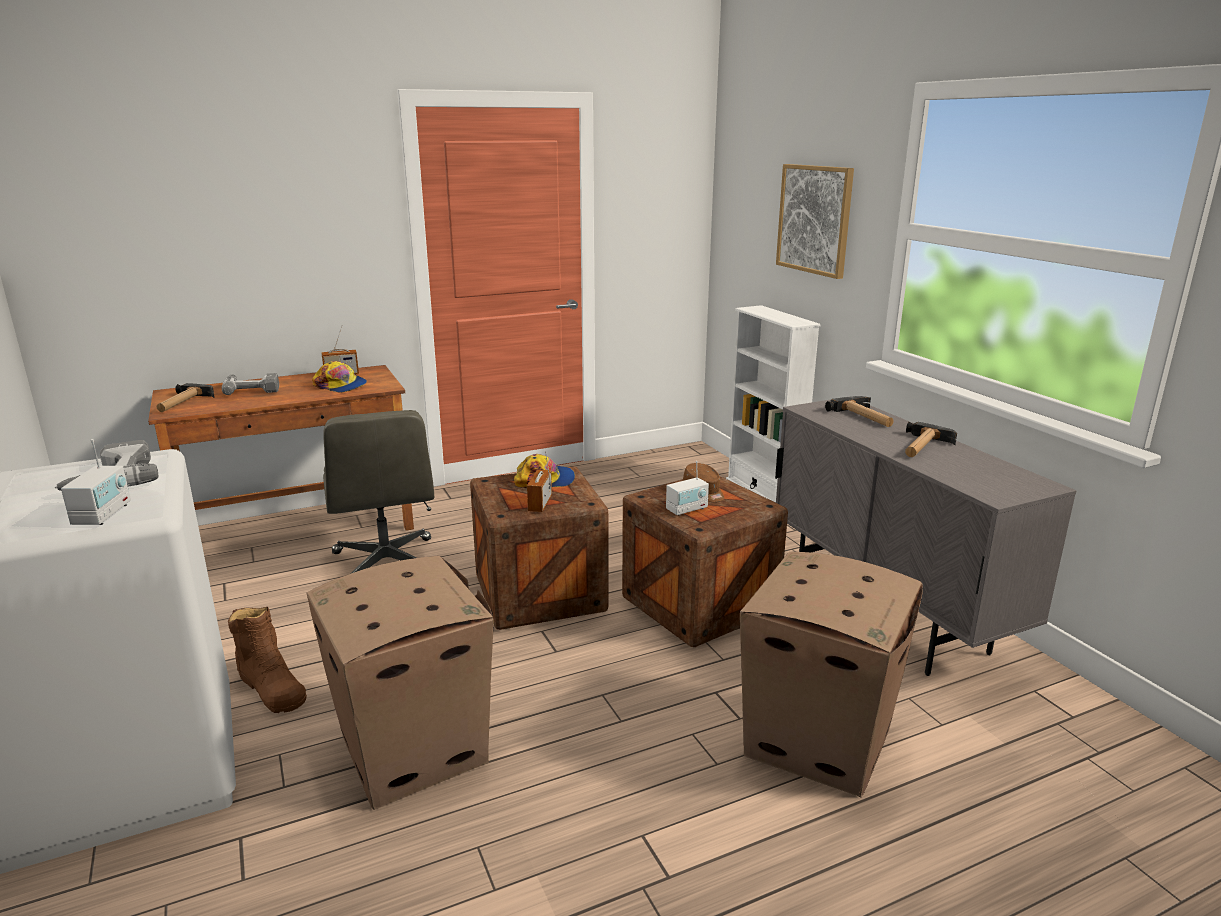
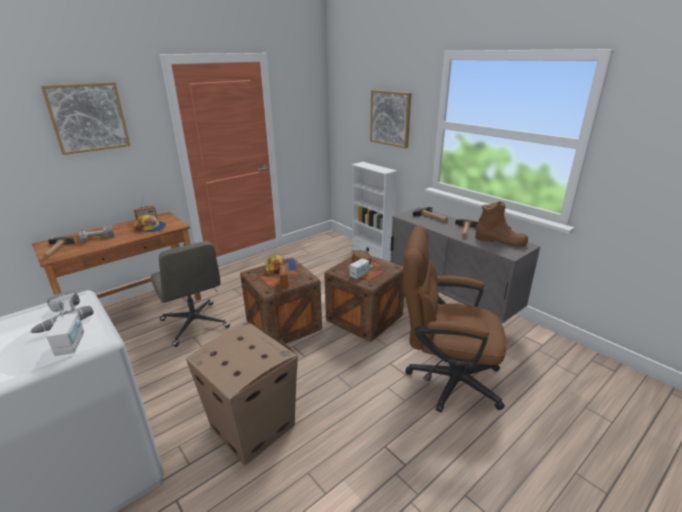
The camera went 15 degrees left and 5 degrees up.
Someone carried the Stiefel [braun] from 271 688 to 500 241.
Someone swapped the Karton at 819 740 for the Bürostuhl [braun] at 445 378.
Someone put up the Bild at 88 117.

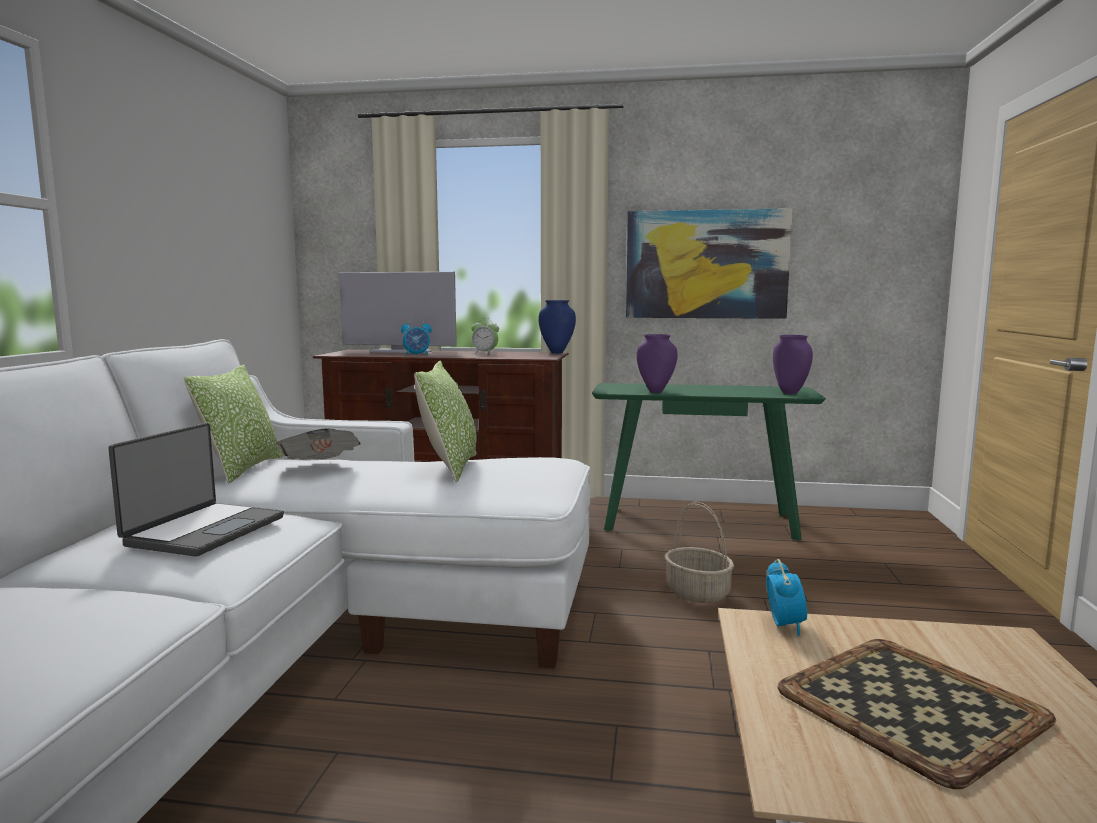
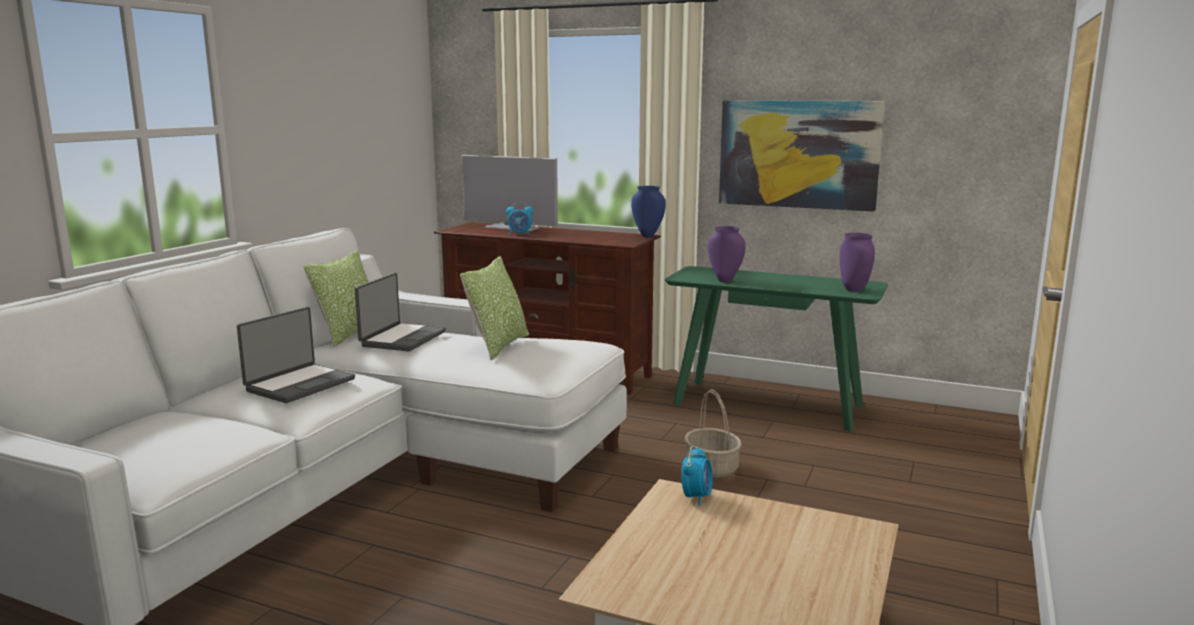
The camera went 15 degrees right and 5 degrees up.
Someone swapped the Zeitung at 320 467 for the Laptop at 402 339.
Someone took away the Wecker at 485 353.
Someone took away the Tablett at 907 705.

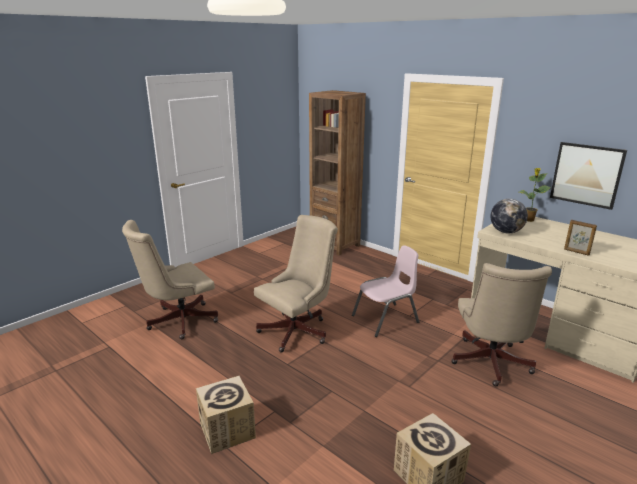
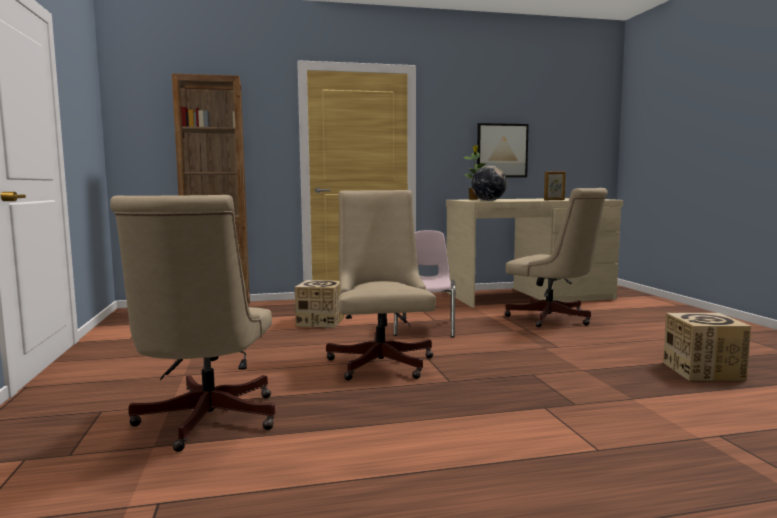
The camera went 55 degrees left and 15 degrees down.
Someone carried the Karton from 227 430 to 320 322.

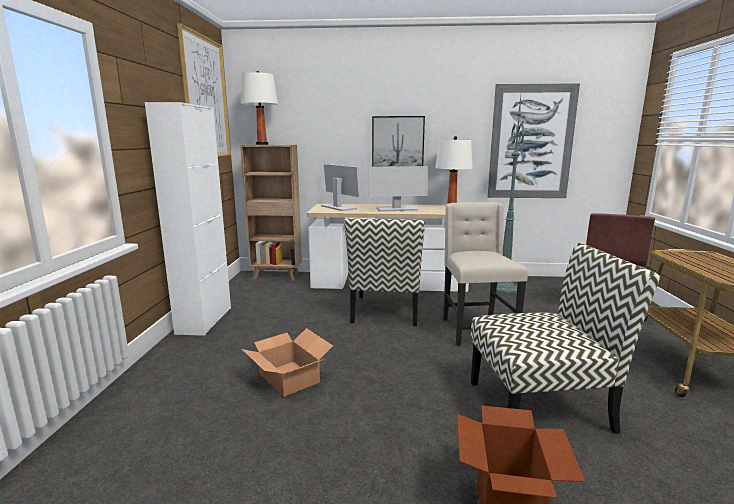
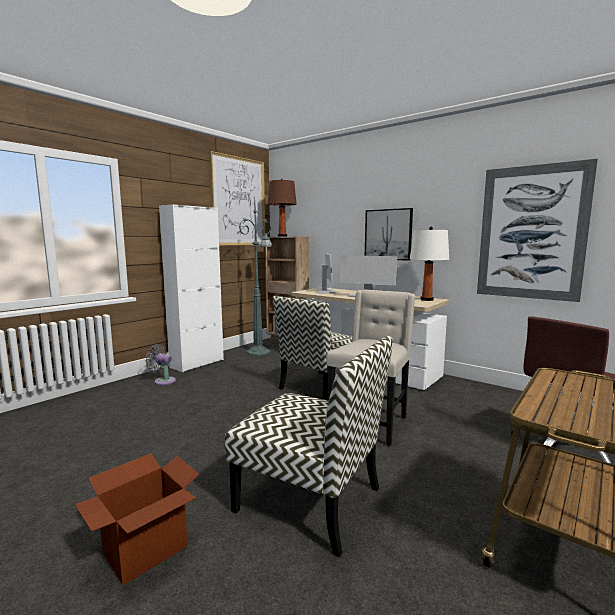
The camera went 35 degrees right and 5 degrees down.
Someone repainted the Tischlampe [weiß] at 262 144, which became the Tischlampe [braun] at 282 236.
Someone took away the Karton at 289 377.
Someone carried the Stehlampe [grün] from 503 287 to 259 352.
Someone put down the Ventilator [grau] at 163 381.

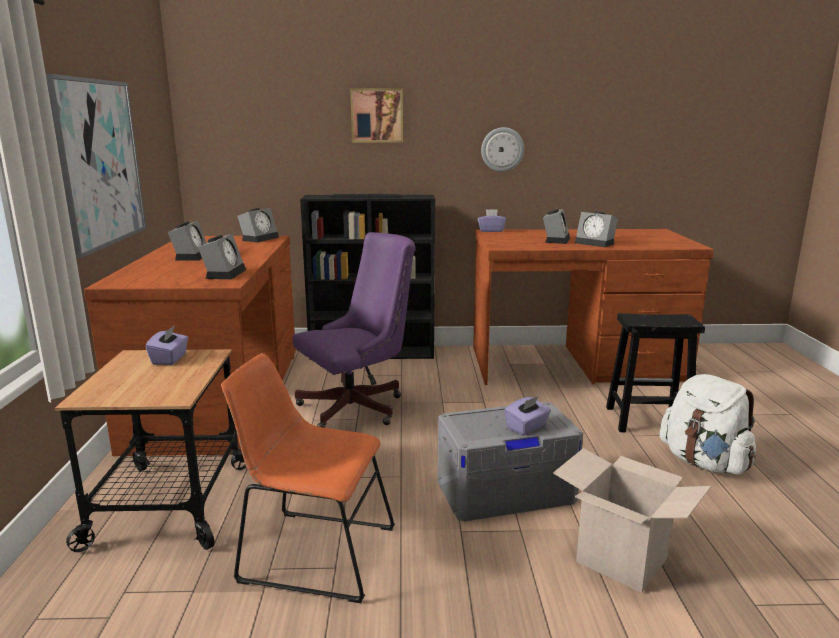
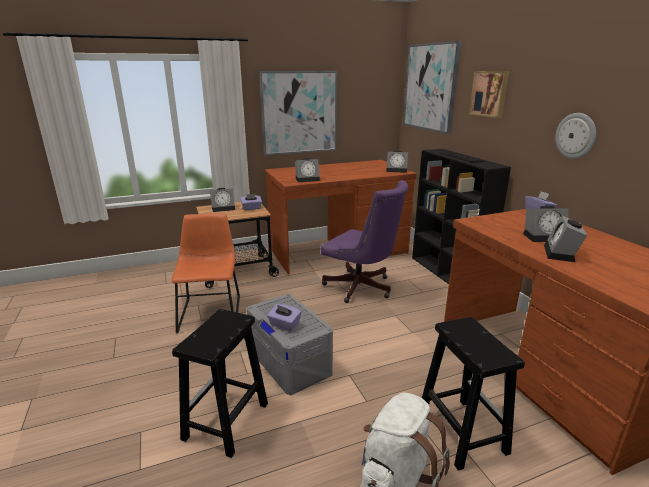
The camera went 70 degrees right and 5 degrees up.
Someone carried the Wecker from 191 256 to 224 208.
Someone swapped the Karton at 621 560 for the Hocker [schwarz] at 226 422.
Someone put up the Bild at 430 87.

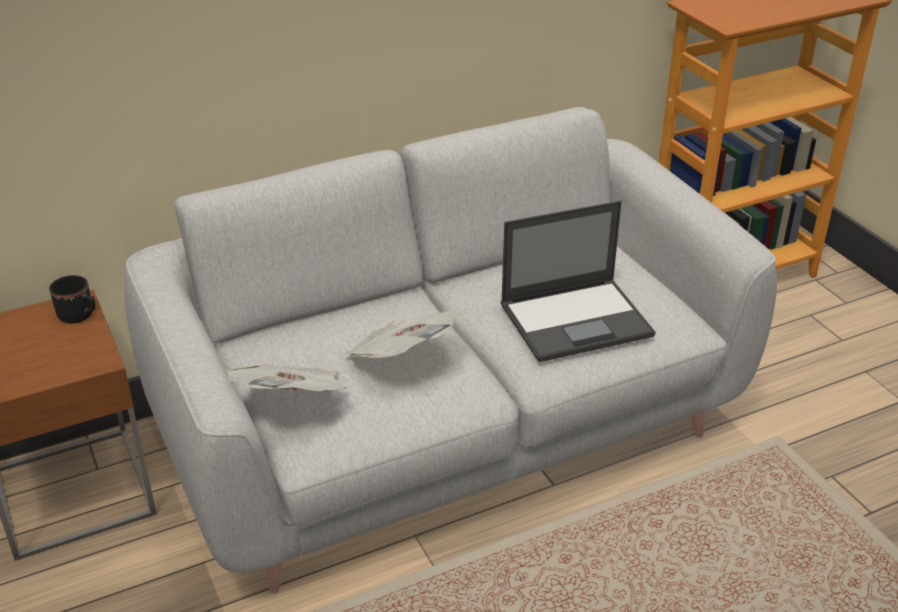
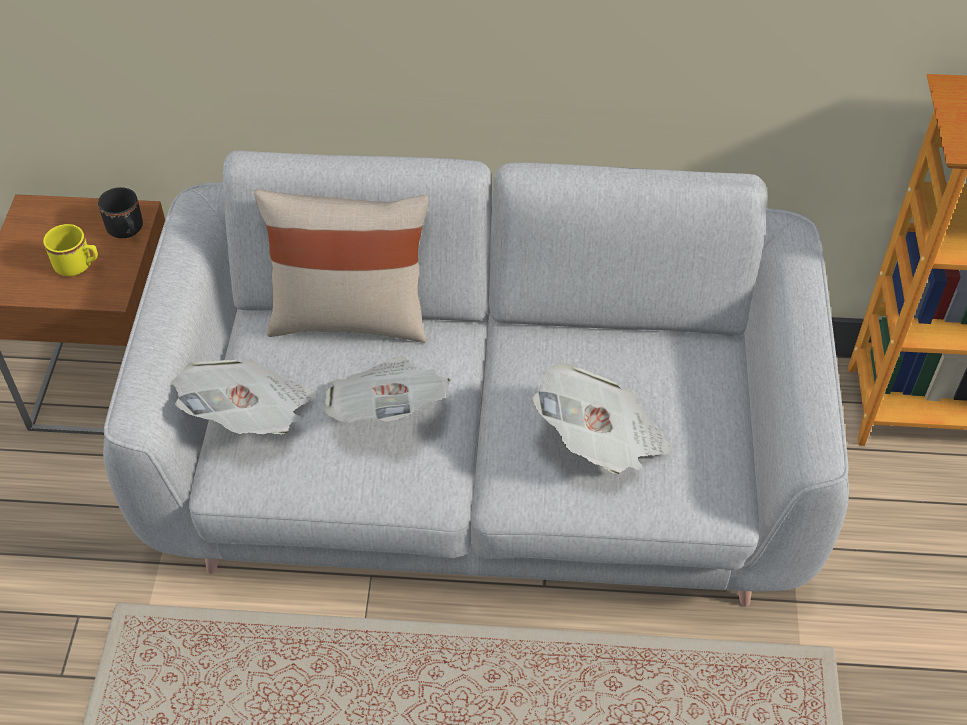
The camera went 30 degrees right and 15 degrees up.
Someone swapped the Laptop at 577 319 for the Zeitung at 600 441.
Someone put down the Henkelbecher [gelb] at 78 266.
Someone put down the Kissen [beige] at 350 317.

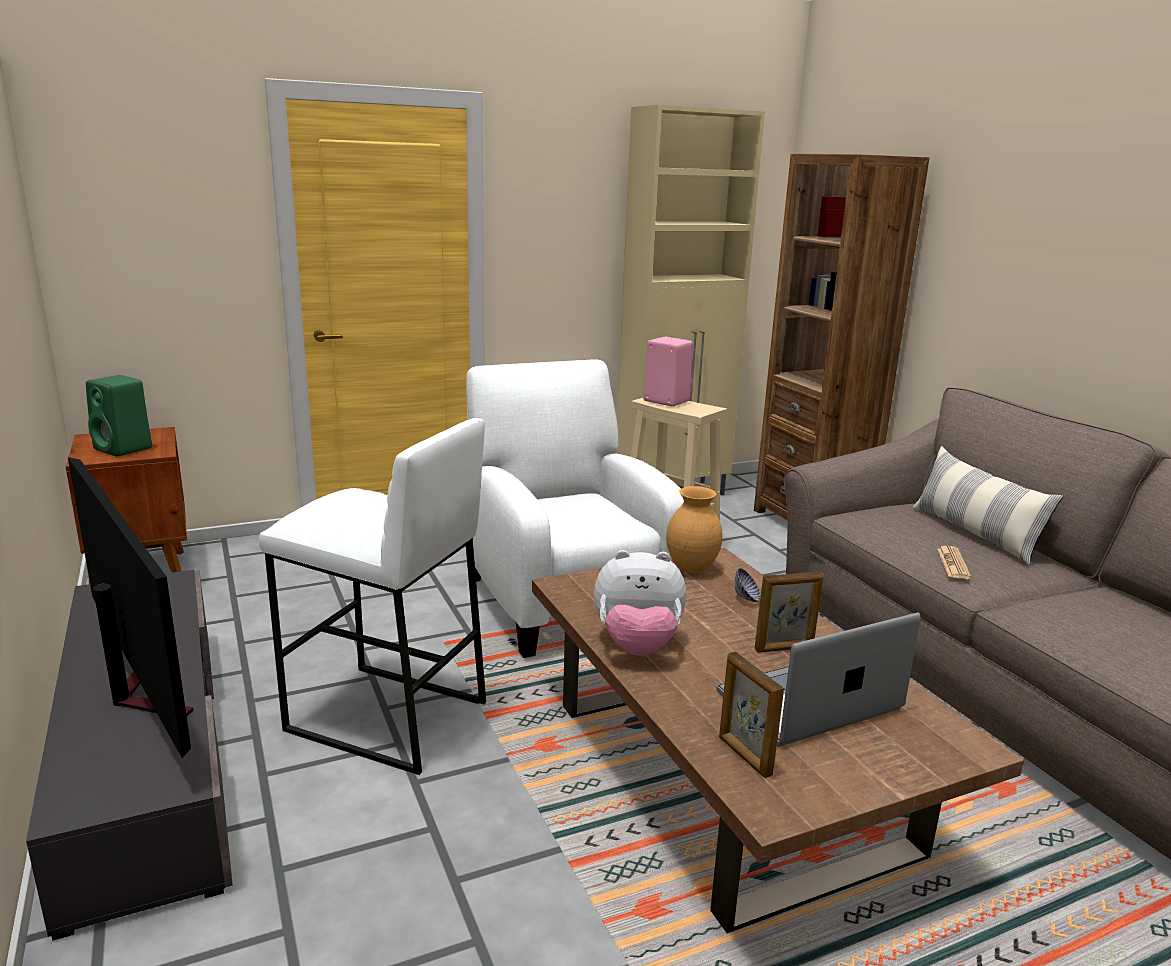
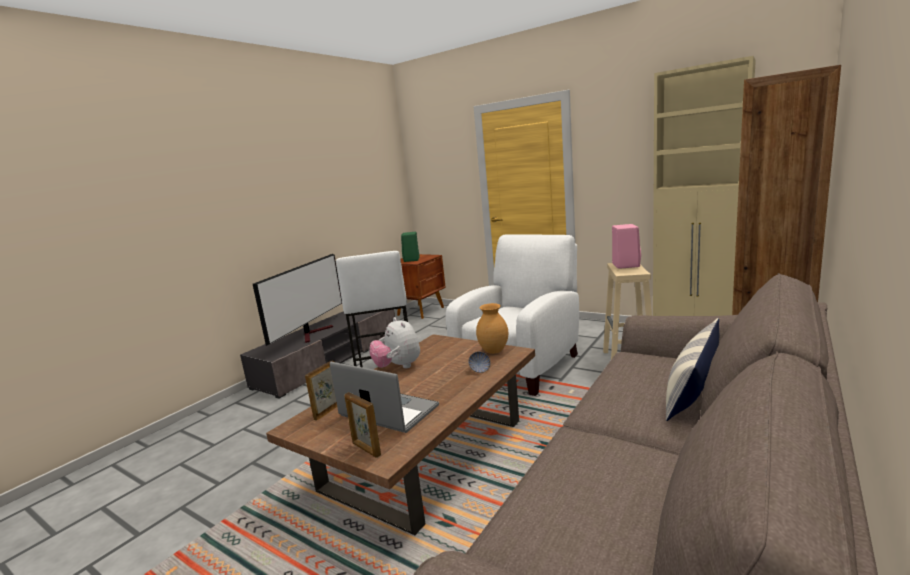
The camera went 60 degrees right and 5 degrees down.
Someone carried the Bilderrahmen from 784 648 to 366 449.
Someone took away the Zeitung at 953 563.

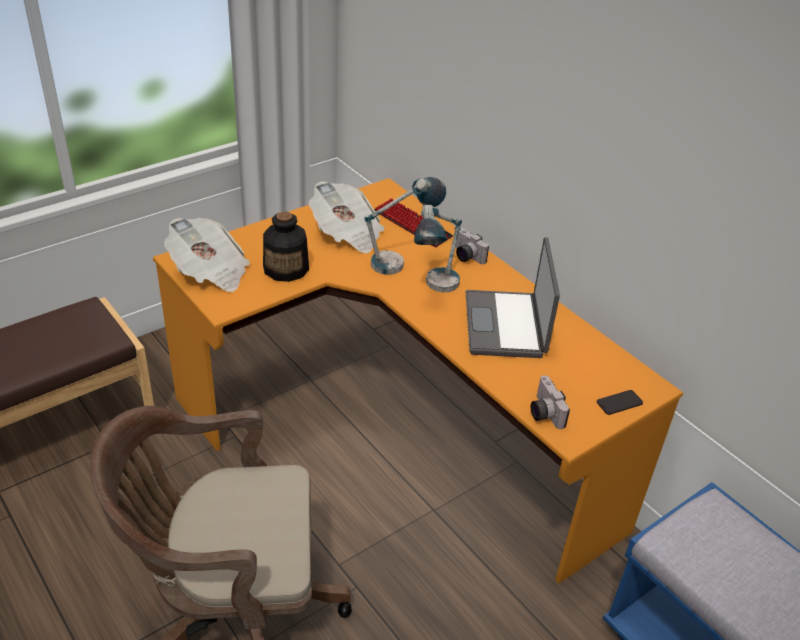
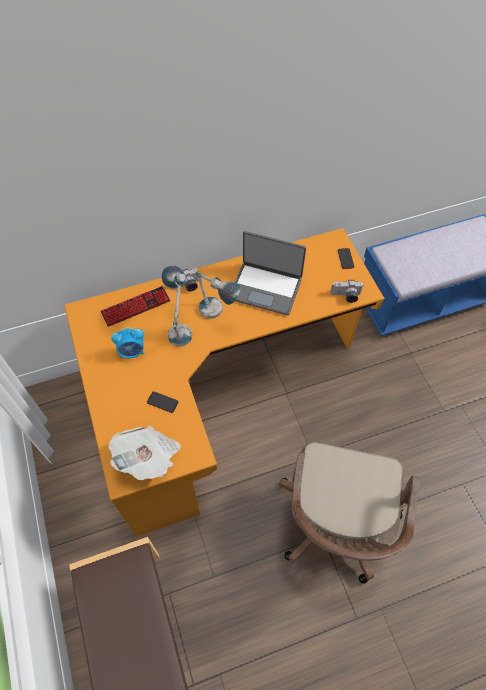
The camera went 70 degrees left and 20 degrees up.
Someone swapped the Flasche at 286 268 for the Handy at 162 402.
Someone swapped the Zeitung at 347 234 for the Wecker at 132 352.

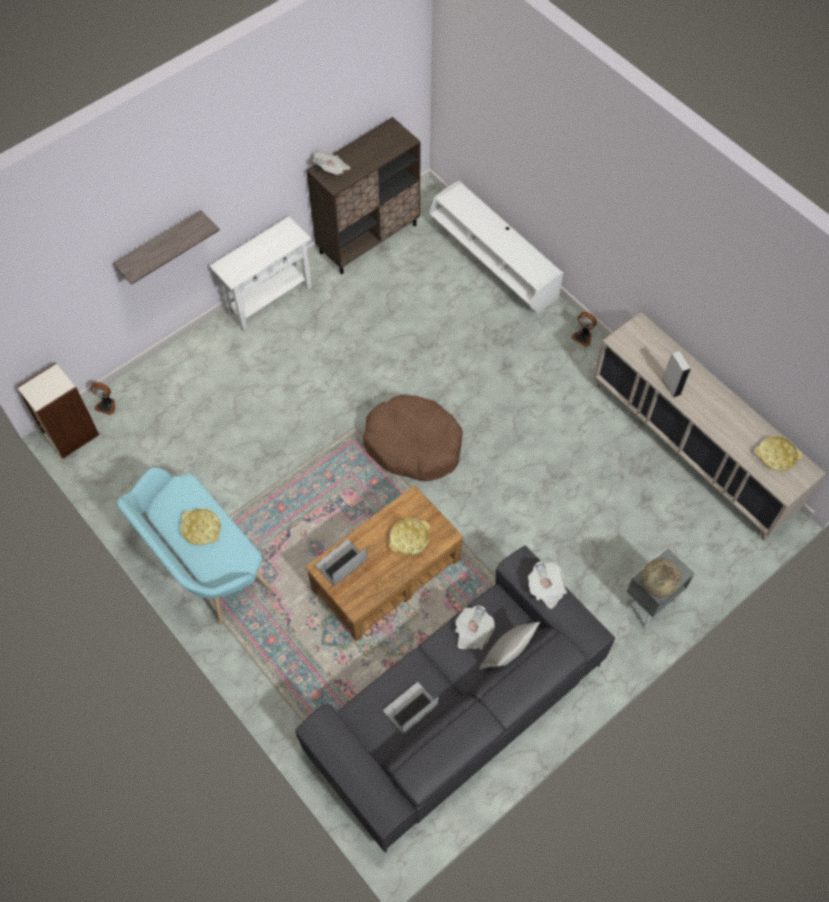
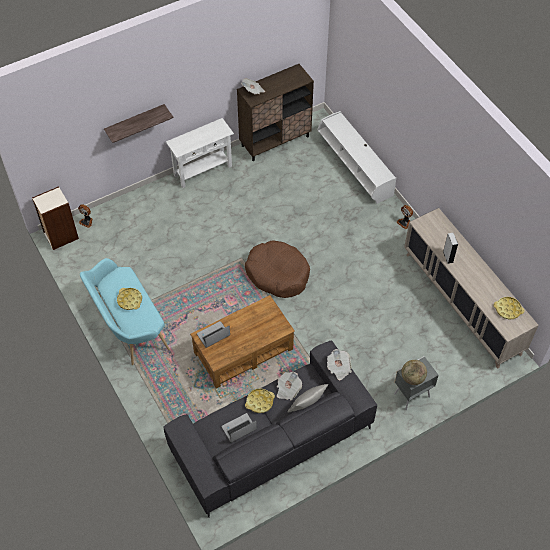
The camera went 10 degrees right and 5 degrees down.
Someone carried the Tablett [gelb] from 409 538 to 259 402.

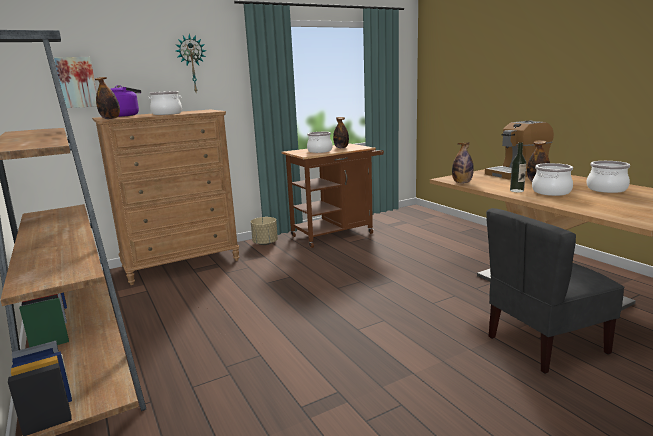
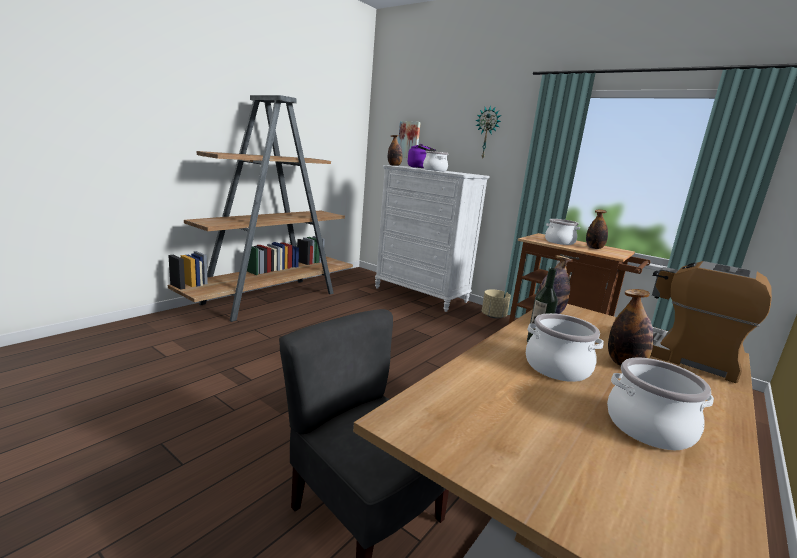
The camera went 65 degrees right and 0 degrees up.
Someone repainted the Kommode [braun] at 181 264, which became the Kommode [weiß] at 421 295.

